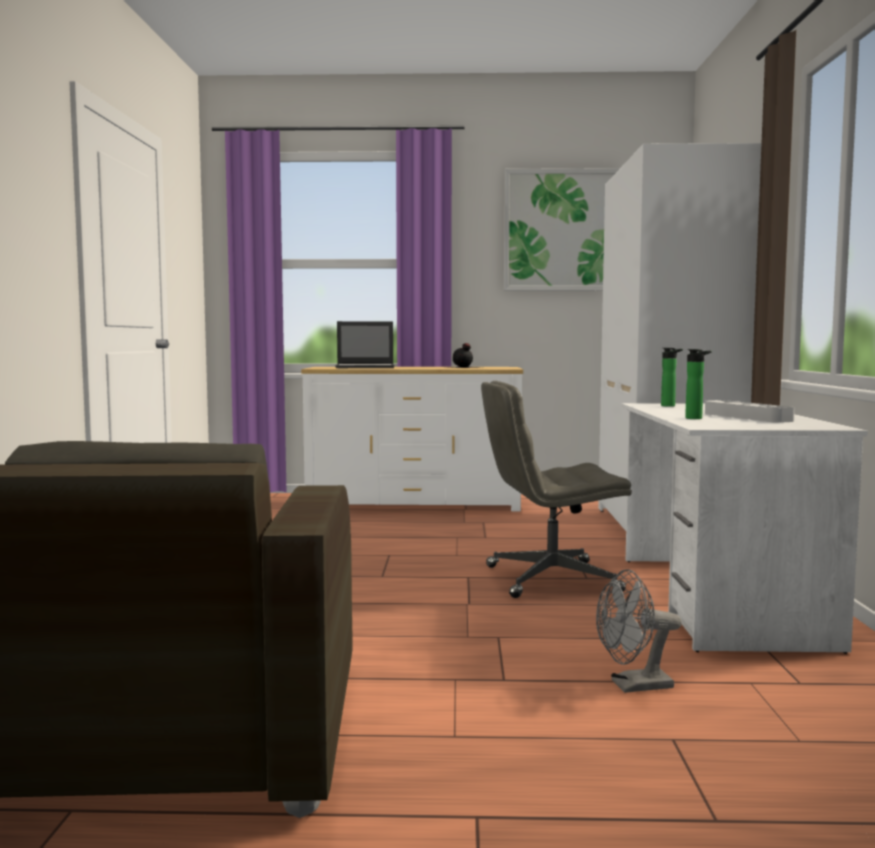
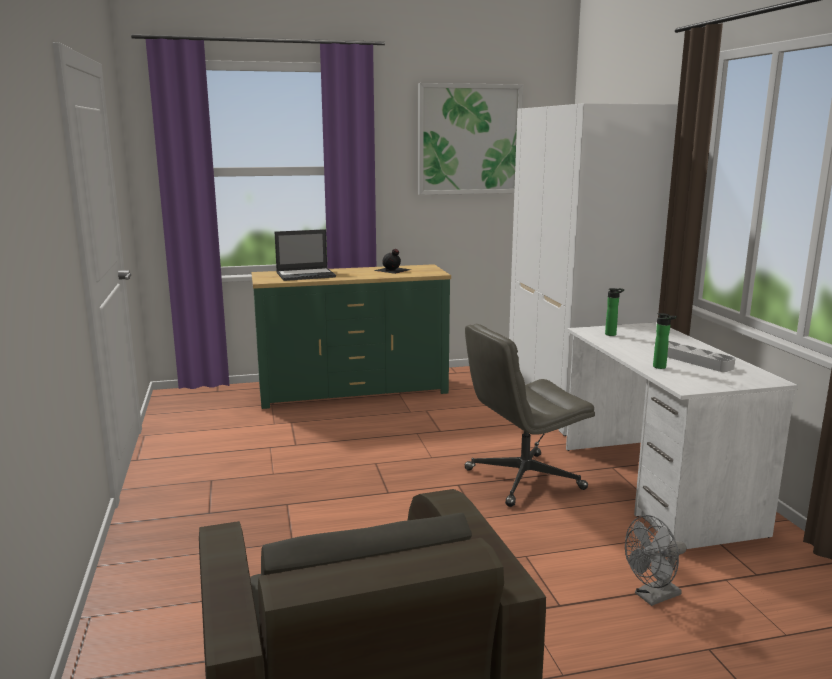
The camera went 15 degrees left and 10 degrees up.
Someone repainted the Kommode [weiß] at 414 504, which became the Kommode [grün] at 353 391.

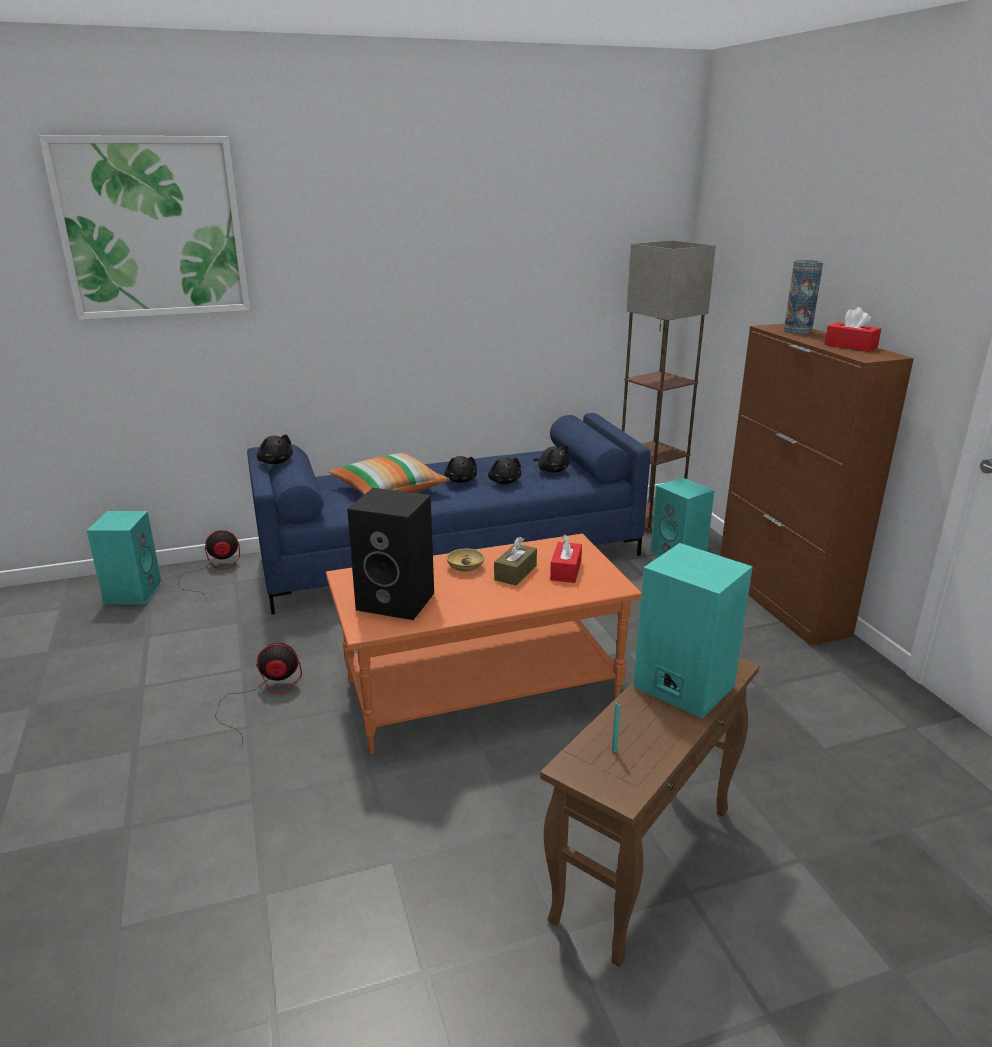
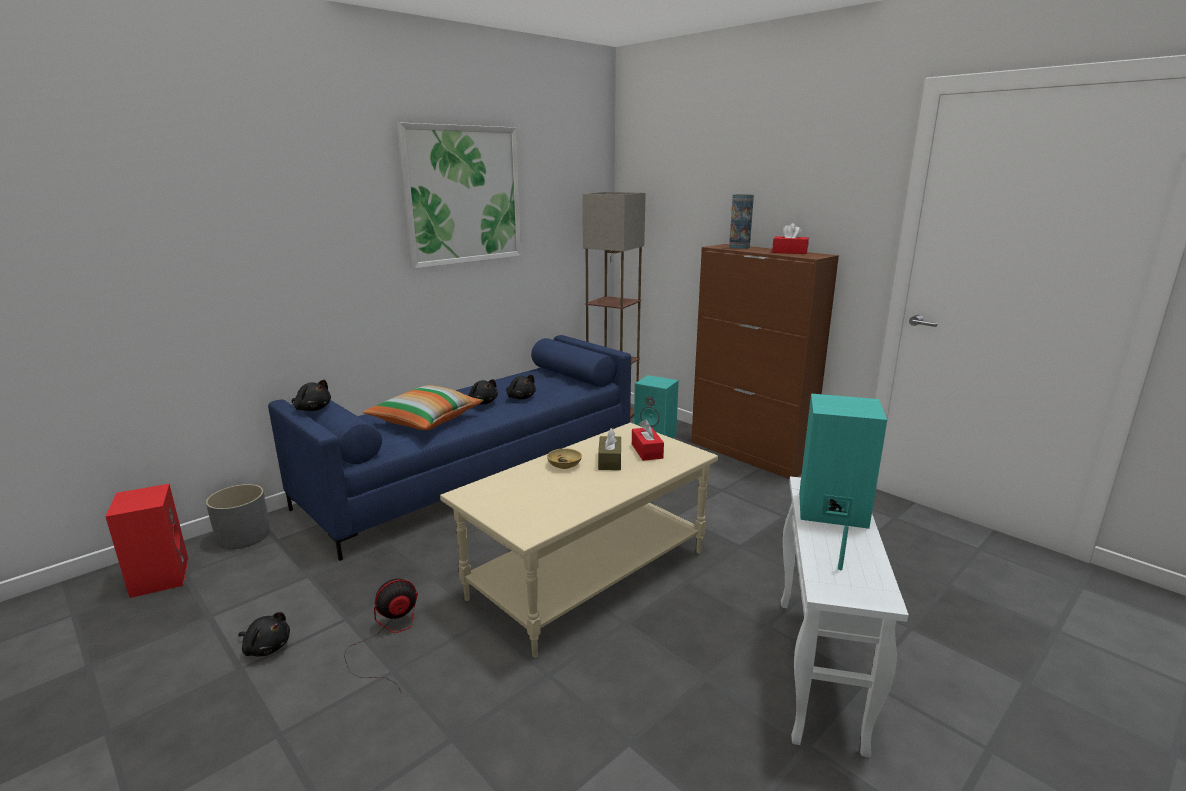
The camera went 25 degrees left and 5 degrees down.
Someone carried the Bild from 152 228 to 463 195.
Someone repainted the Lautsprecher [türkis] at 132 592, which became the Lautsprecher [rot] at 158 577.
Someone swapped the Ventilator at 213 571 for the Pflanzkübel [grau] at 243 535.
Someone repainted the Couchtisch [orange] at 482 689, which became the Couchtisch [beige] at 588 573.
Someone took away the Lautsprecher [schwarz] at 398 601.
Someone carried the Plüschtier [schwarz] from 552 470 to 266 647.
Someone repainted the Beistelltisch [braun] at 644 863, which became the Beistelltisch [weiß] at 818 669.

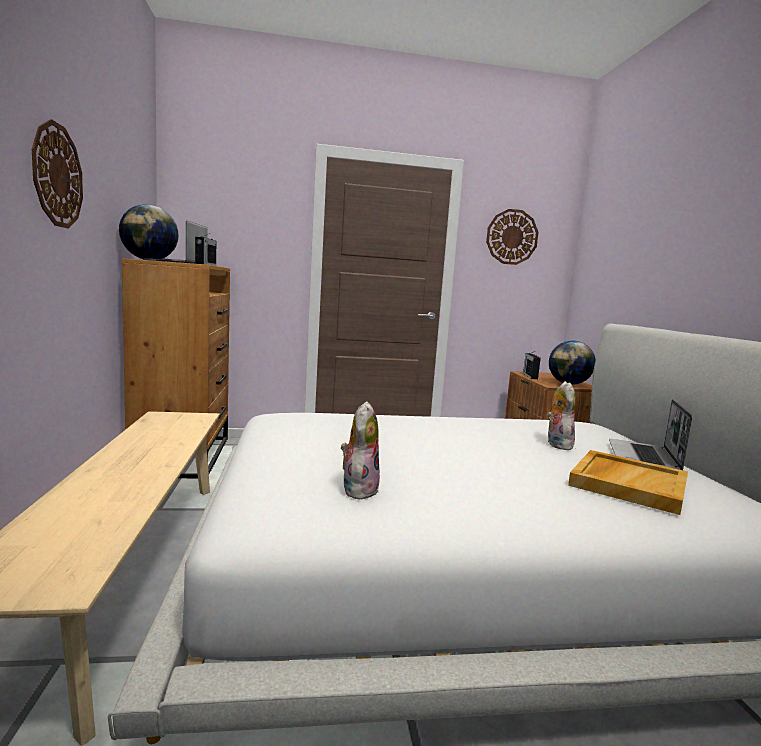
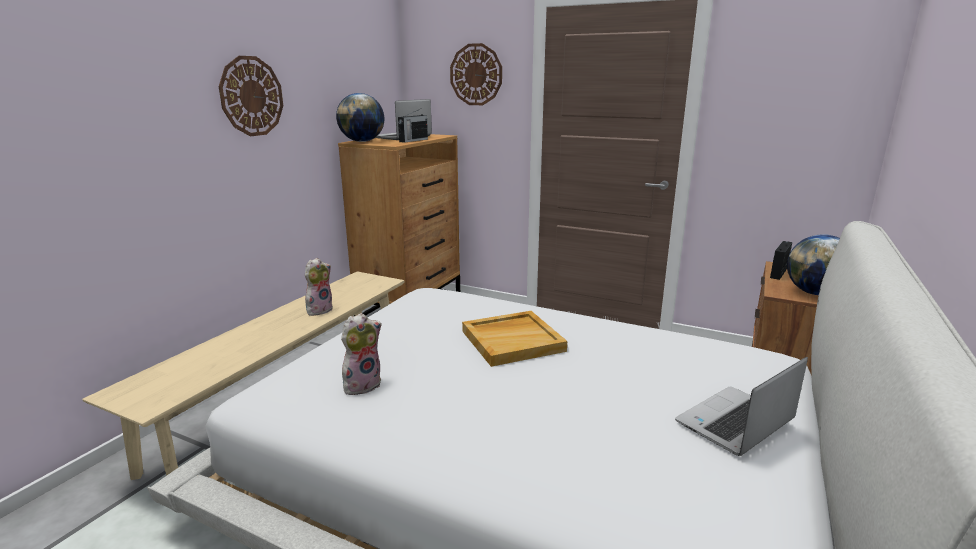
The camera went 35 degrees right and 10 degrees up.
Someone carried the Wanduhr from 512 237 to 476 74.
Someone carried the Plüschtier from 557 444 to 319 310.
Someone carried the Tablett [beige] from 627 484 to 513 340.

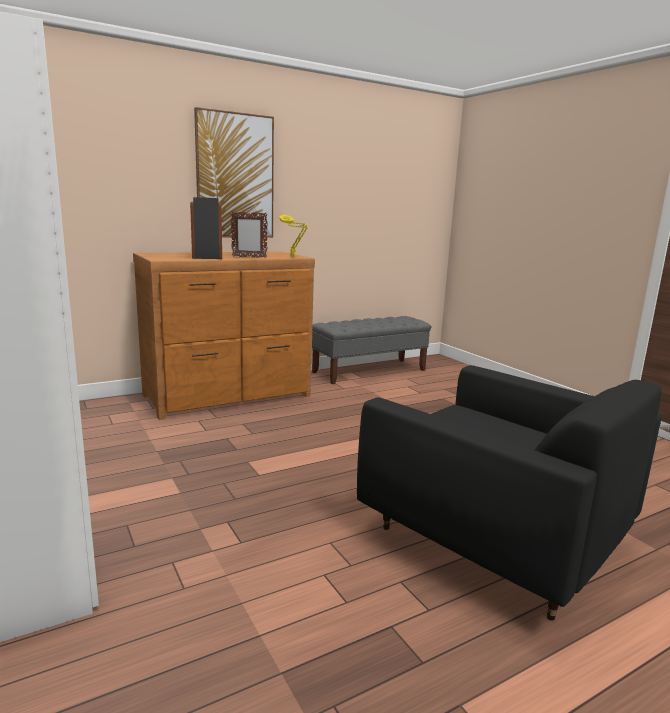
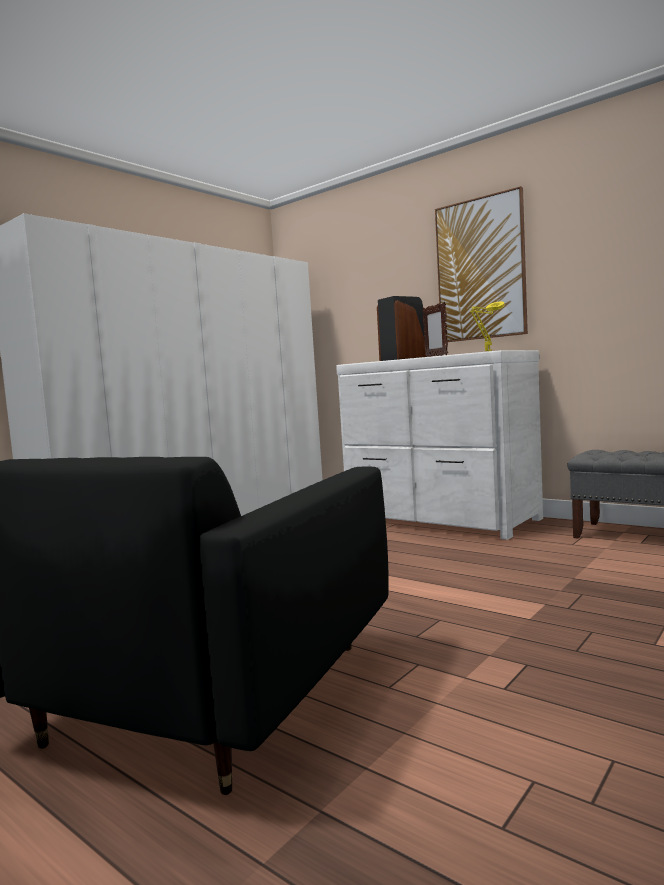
The camera went 70 degrees right and 10 degrees down.
Someone repainted the Kommode [braun] at 229 396, which became the Kommode [weiß] at 440 520.

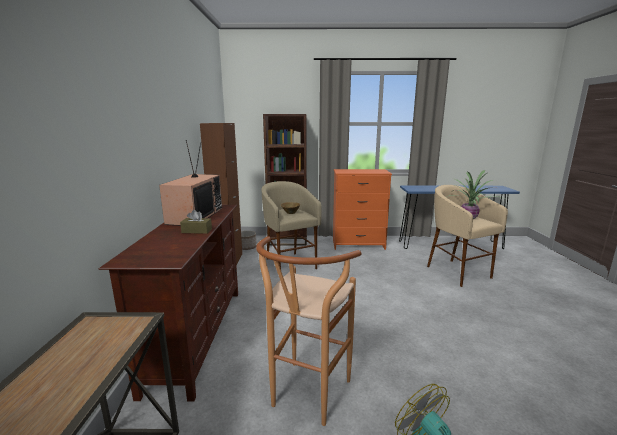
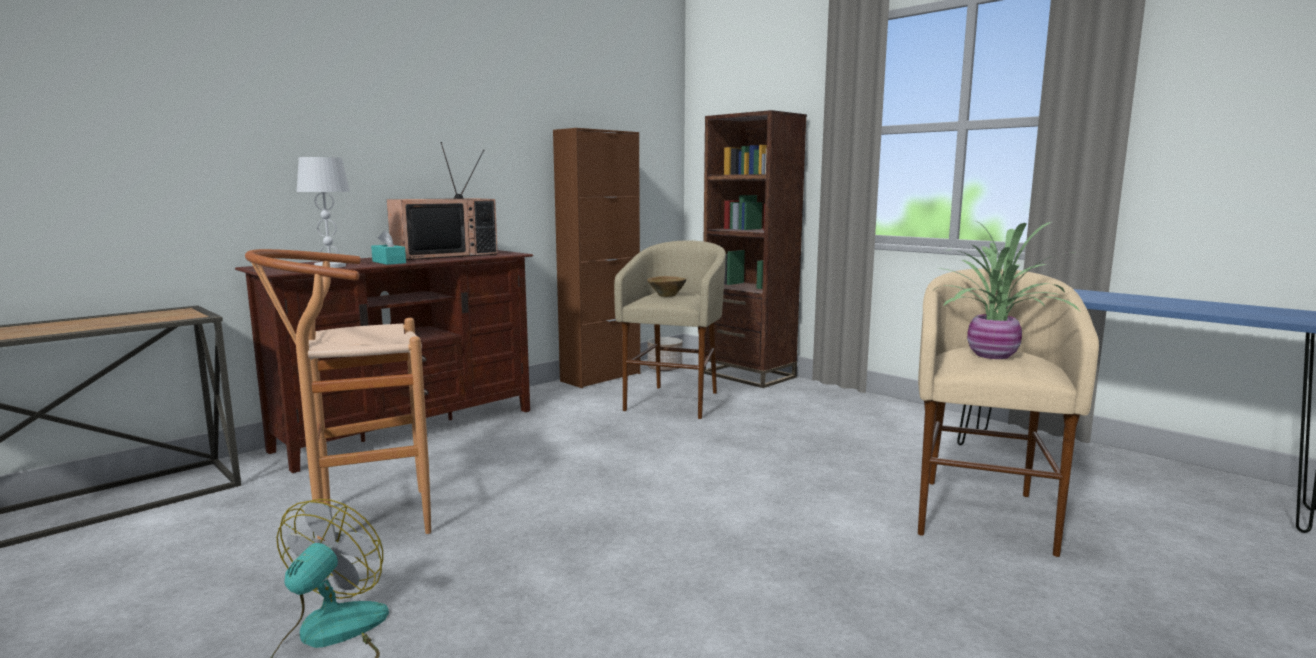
The camera went 45 degrees right and 5 degrees down.
Someone repainted the Taschentuchbox [braun] at 197 231, which became the Taschentuchbox [türkis] at 389 262.
Someone took away the Kommode [orange] at 358 244.
Someone put down the Tischlampe [weiß] at 330 266.

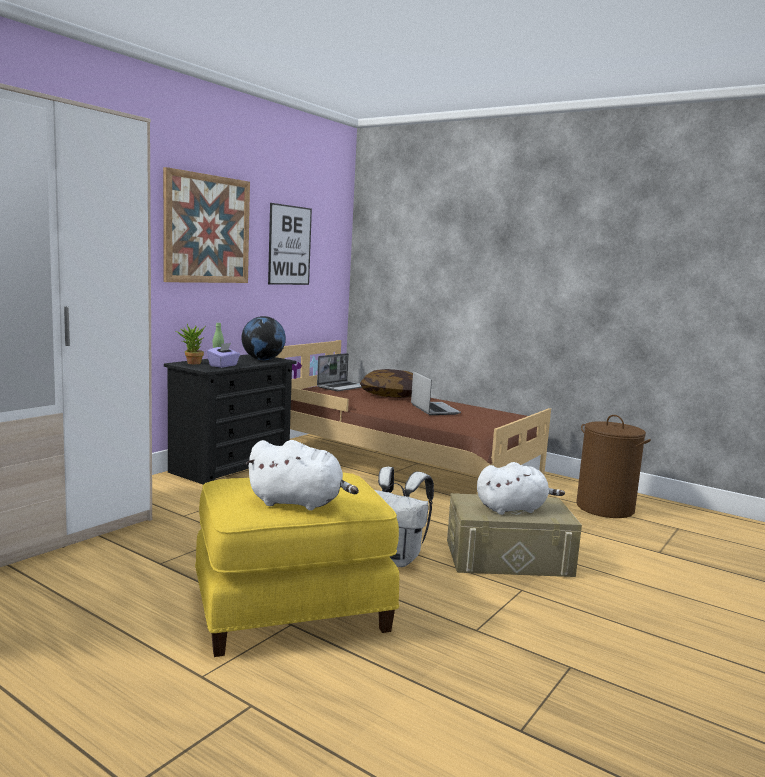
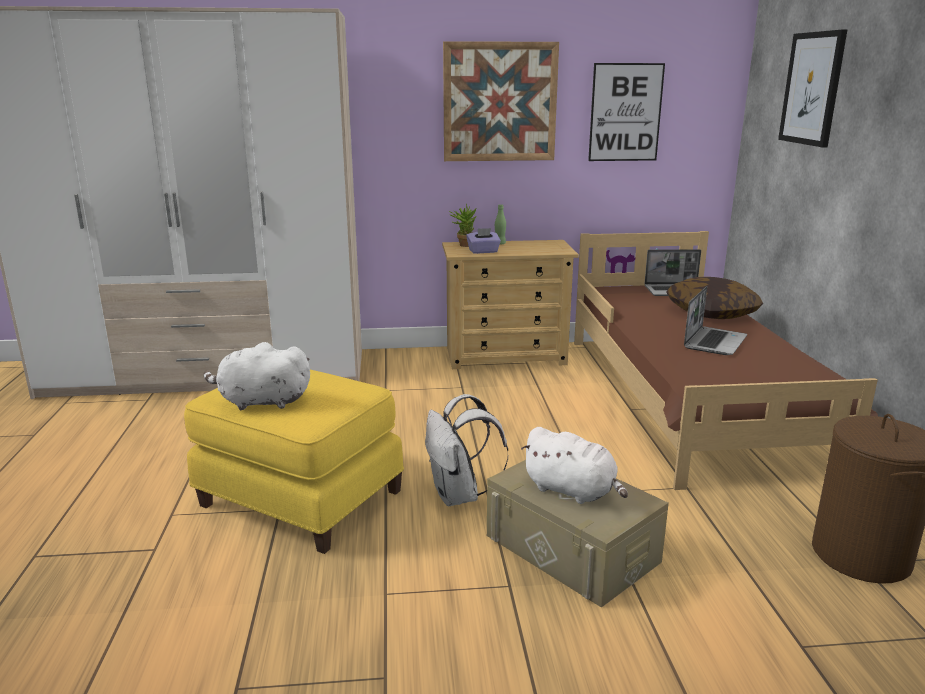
The camera went 50 degrees right and 10 degrees up.
Someone repainted the Kommode [schwarz] at 231 466, which became the Kommode [beige] at 506 356.
Someone took away the Globus at 263 359.
Someone rotated the Plüschtier [weiß] at 299 503 by 120 degrees clockwise.
Someone put up the Bild at 812 88.

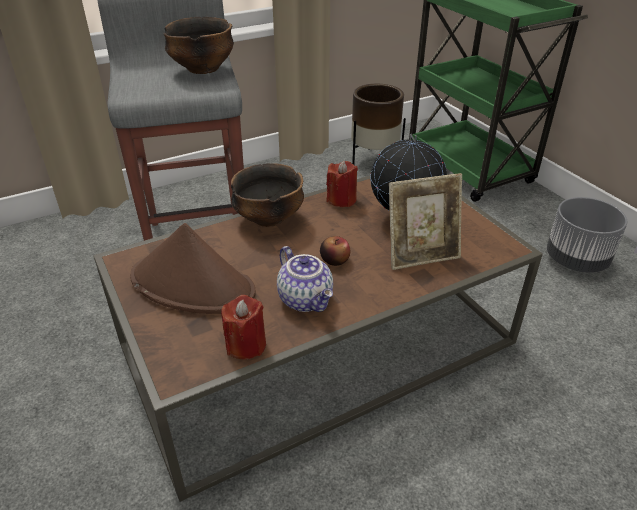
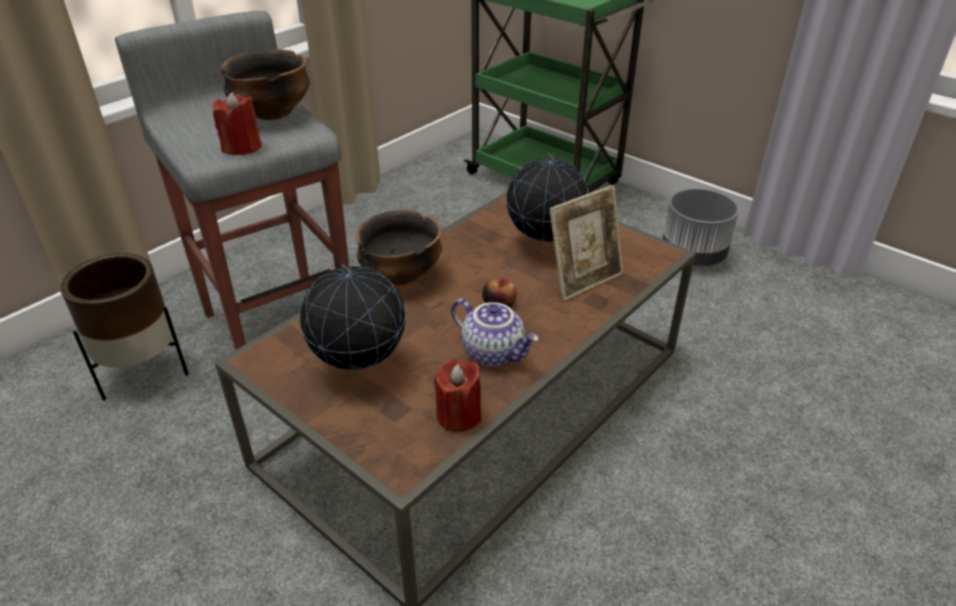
The camera went 20 degrees left and 0 degrees up.
Someone swapped the Hut [braun] at 193 285 for the Globus at 360 367.
Someone carried the Kerze [rot] from 341 199 to 242 147.
Someone carried the Pflanzkübel [braun] from 374 161 to 144 372.

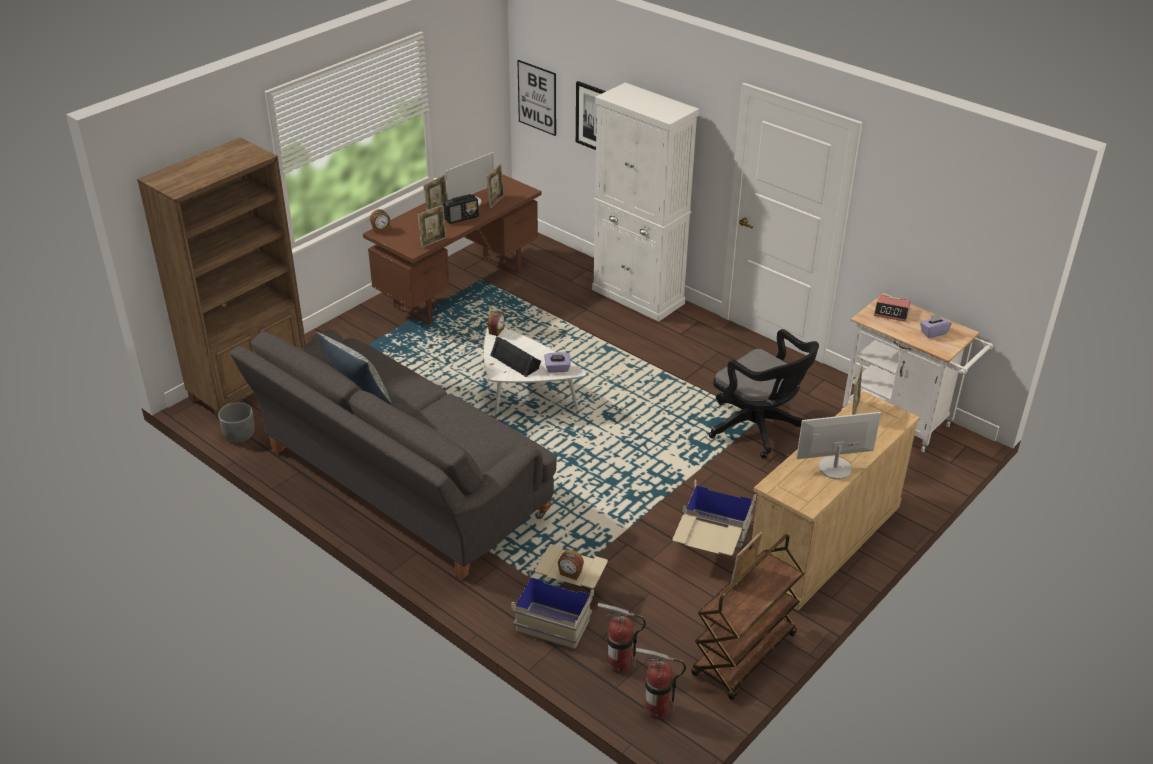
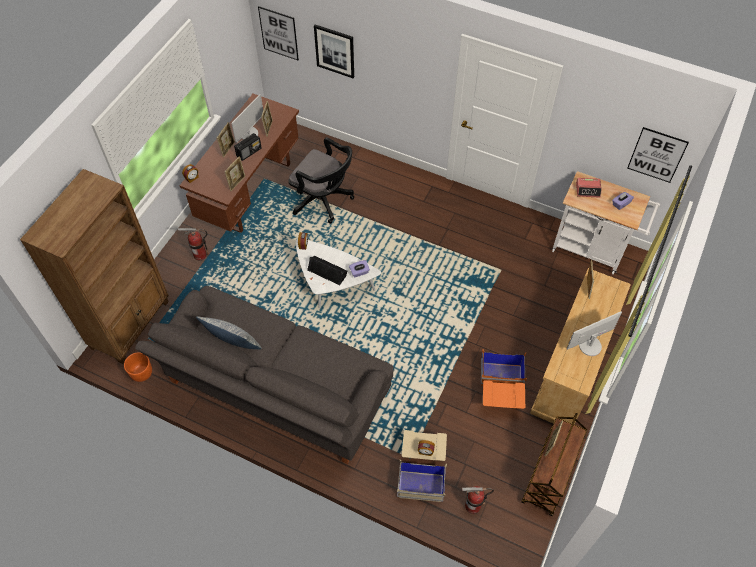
The camera went 15 degrees left and 20 degrees up.
Someone repainted the Pflanzkübel [grau] at 239 435, which became the Pflanzkübel [orange] at 141 373.
Someone took away the Schrank [weiß] at 638 297.
Someone carried the Feuerlöscher from 656 708 to 200 255.
Someone repainted the Aufbewahrungsbox [beige] at 710 544, which became the Aufbewahrungsbox [orange] at 500 390.
Someone carried the Bürostuhl [schwarz] from 759 429 to 324 200.
Someone put up the Bild at 657 155.

